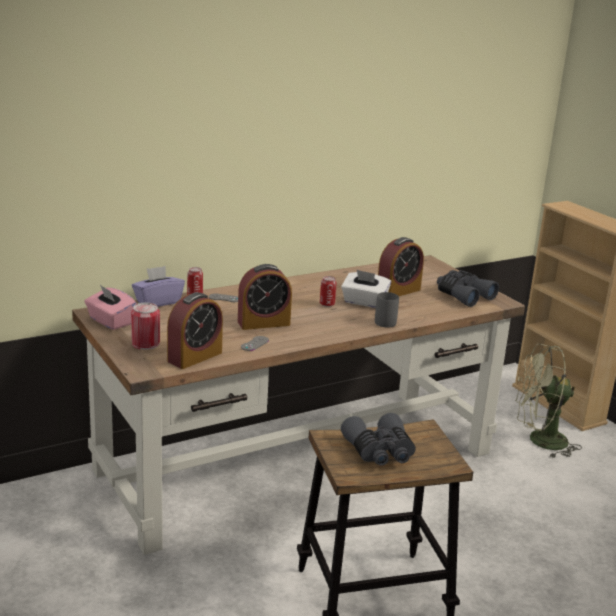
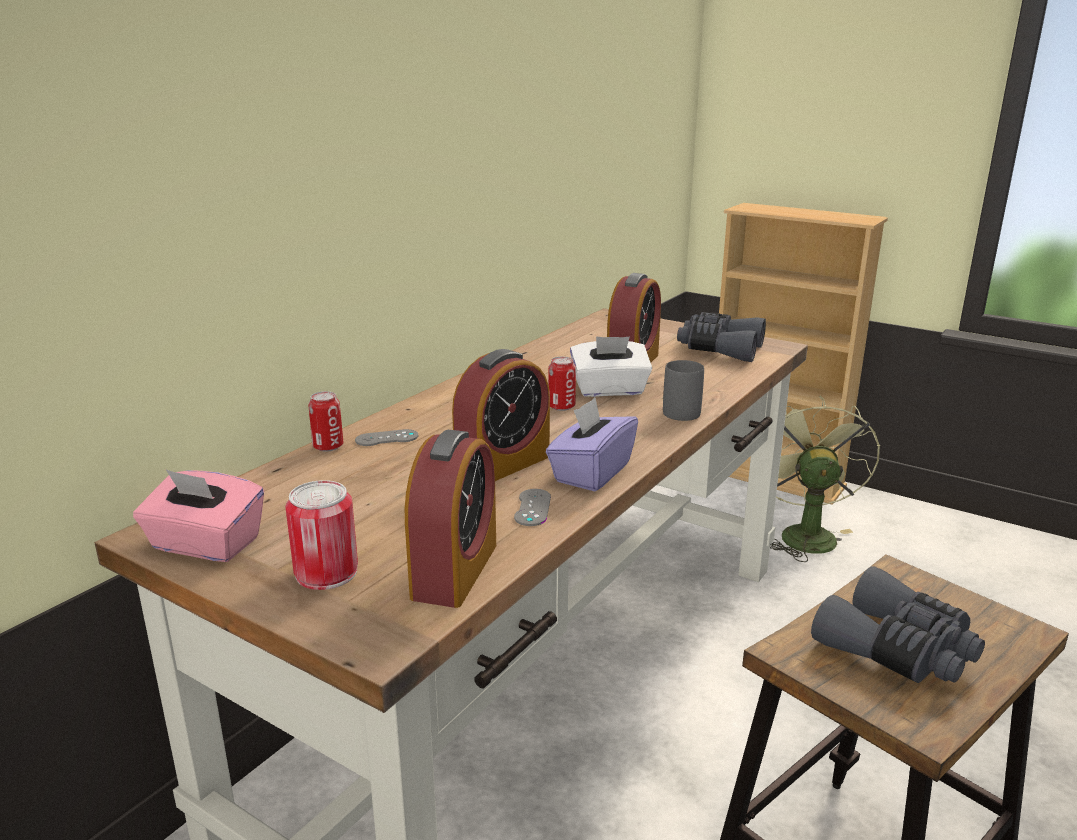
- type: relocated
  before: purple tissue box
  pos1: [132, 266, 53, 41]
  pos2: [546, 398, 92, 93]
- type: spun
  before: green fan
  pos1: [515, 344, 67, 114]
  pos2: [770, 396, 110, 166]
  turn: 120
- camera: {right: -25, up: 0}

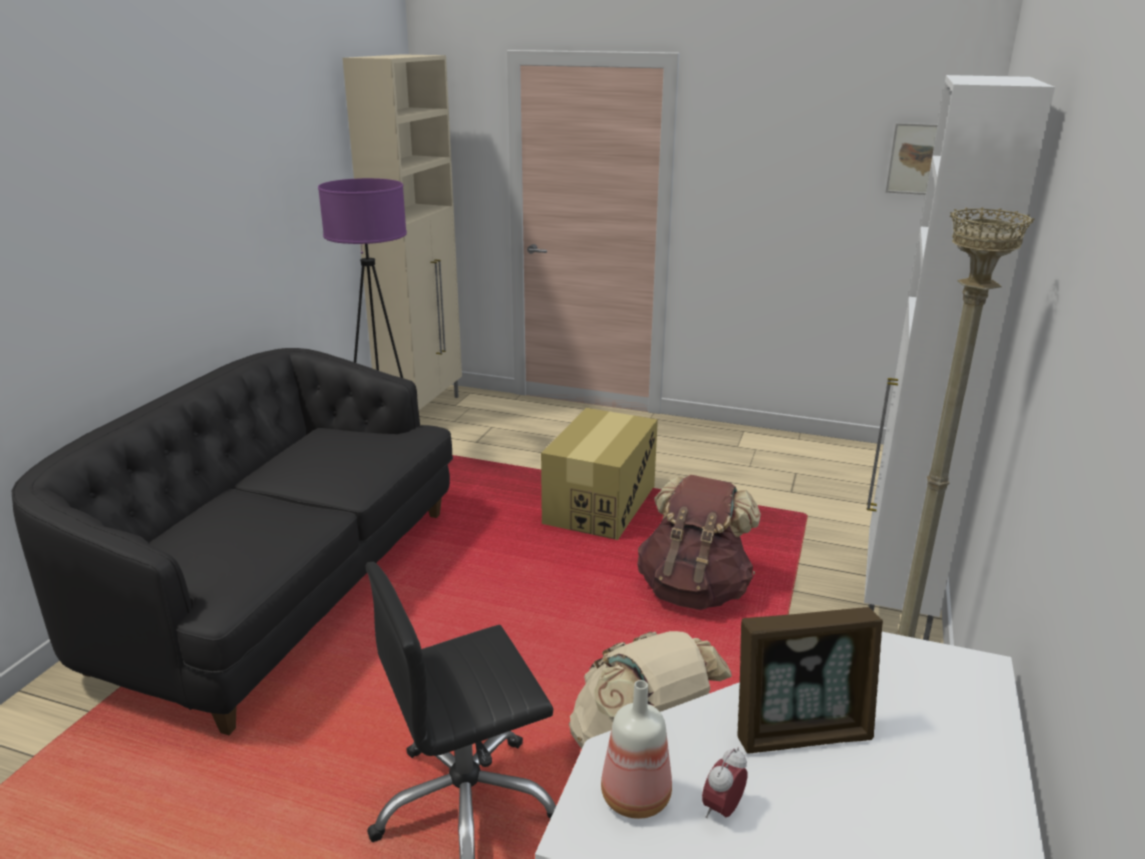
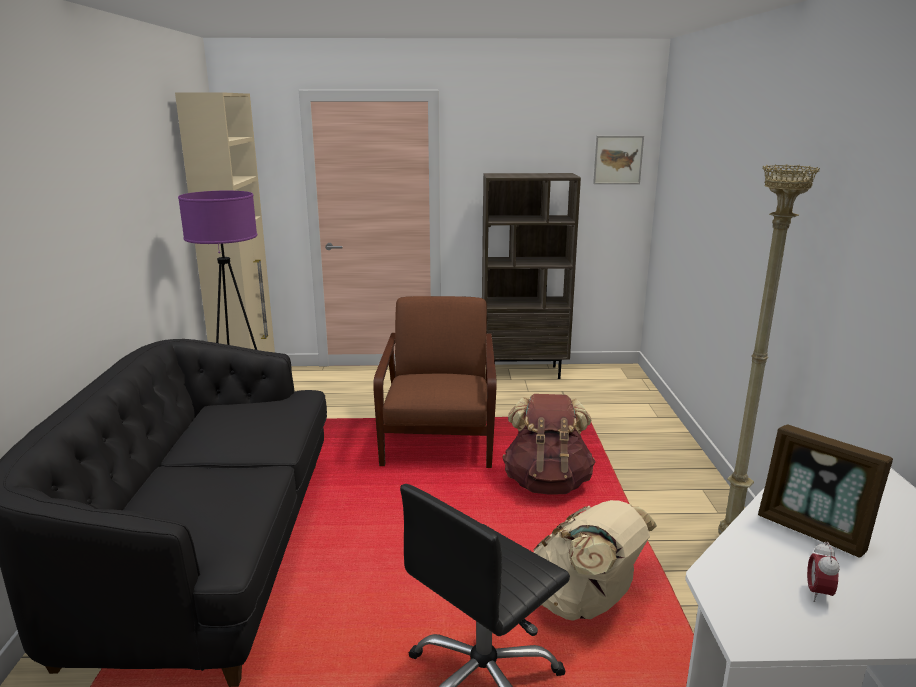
- type: exchanged
  before: cardboard box
  after: brown armchair
  pos1: [541, 408, 117, 132]
  pos2: [373, 296, 123, 172]
- type: appeared
  after: brown bookcase
  pos2: [482, 173, 99, 206]
- type: spun
  before: picture frame
  pos1: [737, 607, 146, 147]
  pos2: [758, 424, 135, 133]
  turn: 75
- type: missing
  before: bottle
  pos1: [601, 680, 71, 139]
- type: missing
  before: white cabinet
  pos1: [864, 75, 191, 566]
- camera: {right: -20, up: -5}

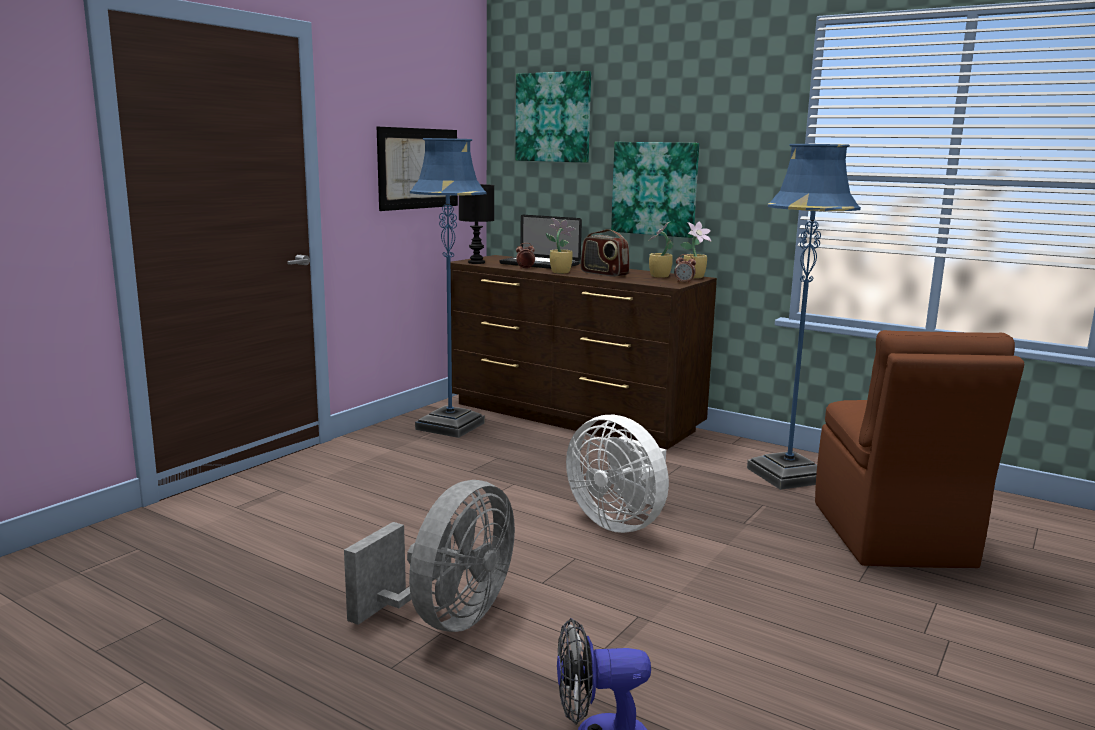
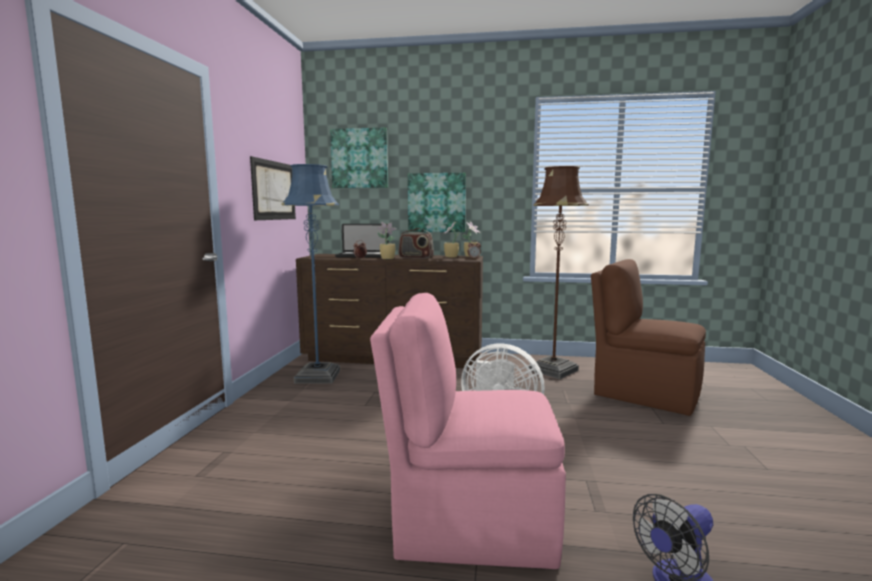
- type: exchanged
  before: grey fan
  after: pink chair
  pos1: [344, 480, 171, 152]
  pos2: [370, 293, 196, 276]
- type: colour
  before: blue floor lamp
  after: brown floor lamp
  pos1: [747, 144, 114, 346]
  pos2: [529, 166, 60, 213]
- type: spun
  before: brown chair
  pos1: [815, 330, 209, 238]
  pos2: [591, 259, 115, 157]
  turn: 150
- type: missing
  before: black table lamp
  pos1: [459, 184, 35, 80]
- camera: {right: -25, up: -5}

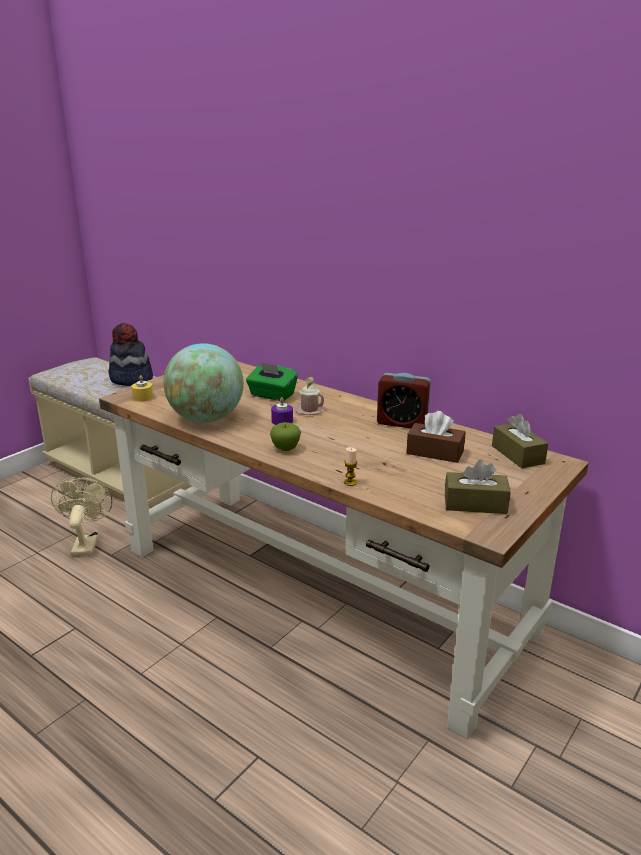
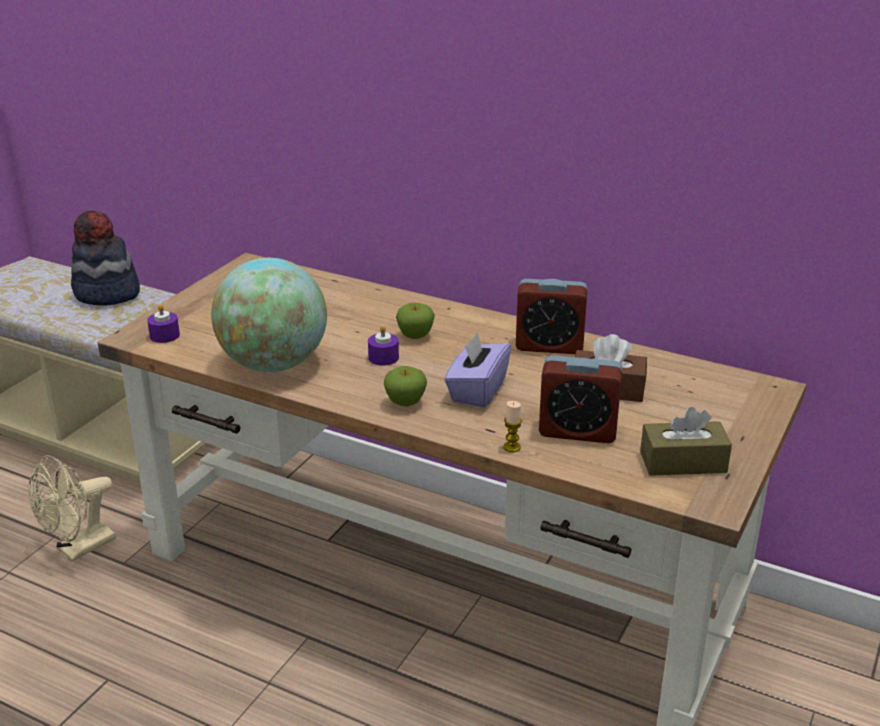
- type: spun
  before: beige fan
  pos1: [51, 477, 61, 79]
  pos2: [28, 455, 88, 107]
  turn: -120
- type: colour
  before: yellow candle
  after: purple candle
  pos1: [131, 375, 22, 27]
  pos2: [147, 304, 33, 39]
- type: exchanged
  before: pink mug
  after: apple
  pos1: [295, 377, 30, 38]
  pos2: [396, 303, 39, 36]
- type: appeared
  after: purple tissue box
  pos2: [444, 332, 67, 76]
- type: appeared
  after: alarm clock
  pos2: [539, 355, 84, 88]
- type: missing
  before: green tissue box
  pos1: [246, 362, 52, 39]
- type: missing
  before: brown tissue box
  pos1: [492, 414, 56, 55]
- camera: {right: -10, up: 5}

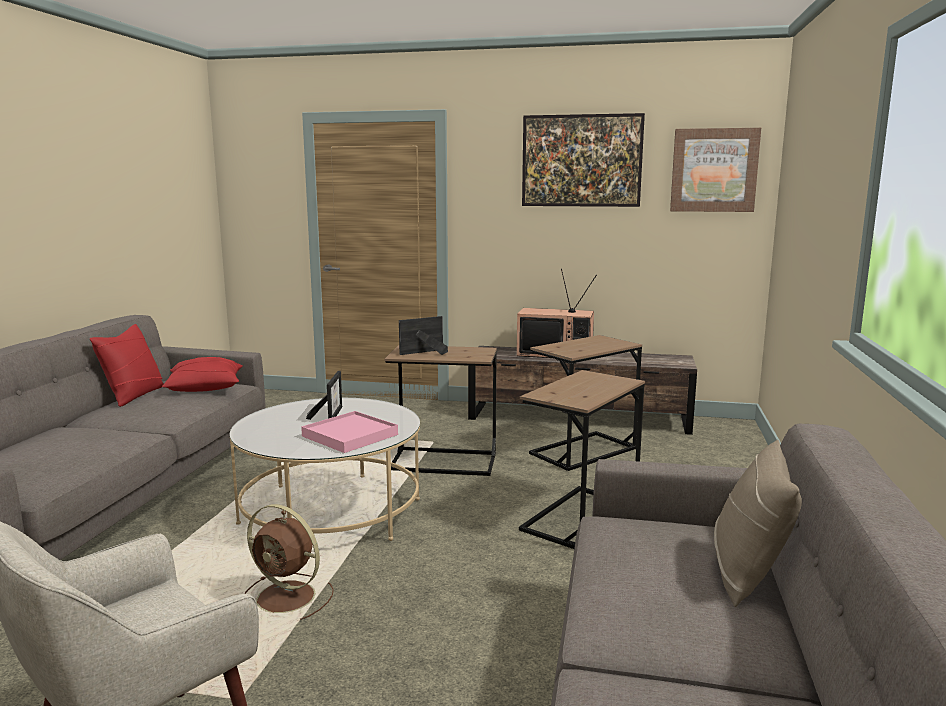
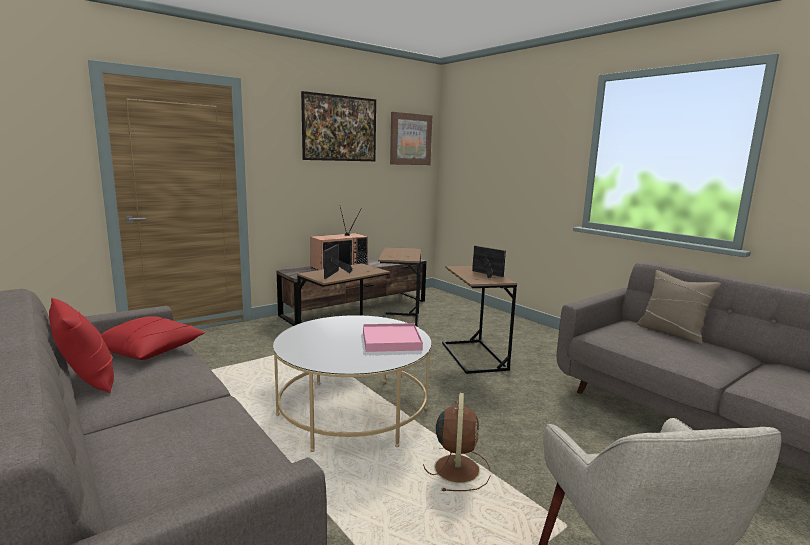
- type: spun
  before: brown fan
  pos1: [244, 504, 90, 116]
  pos2: [423, 393, 67, 98]
  turn: -60
- type: relocated
  before: picture frame
  pos1: [306, 371, 36, 49]
  pos2: [472, 246, 34, 32]
- camera: {right: -50, up: 0}

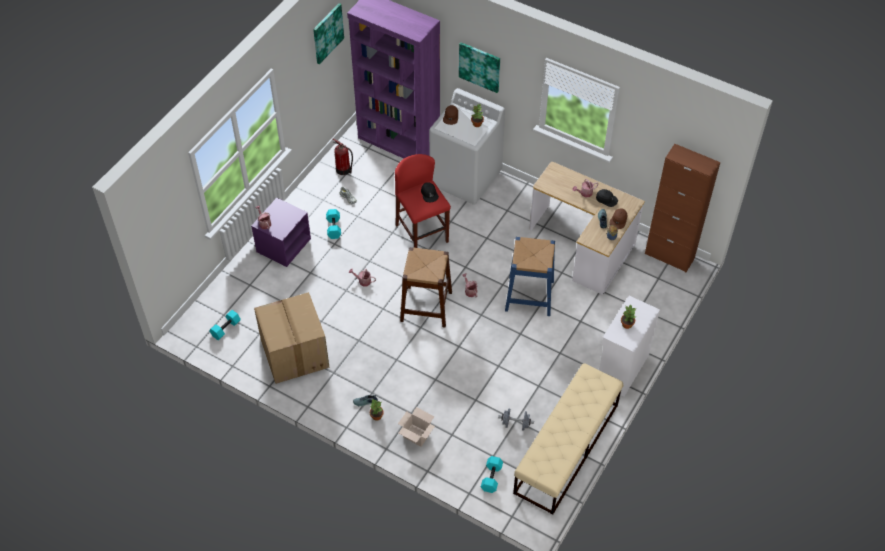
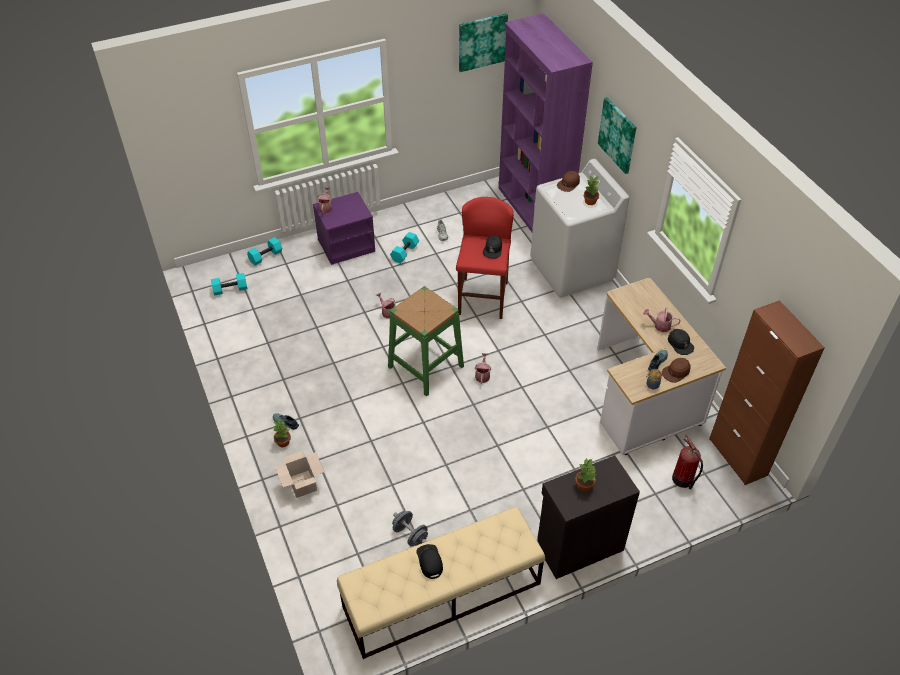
- type: relocated
  before: turquoise dumbbell
  pos1: [481, 456, 22, 37]
  pos2: [247, 237, 35, 29]
- type: colour
  before: brown stool
  after: green stool
  pos1: [400, 247, 52, 80]
  pos2: [388, 286, 76, 110]
- type: appeared
  after: black cap
  pos2: [416, 544, 27, 35]
- type: colour
  before: white cabinet
  after: black cabinet
  pos1: [599, 296, 61, 100]
  pos2: [537, 455, 103, 124]
- type: relocated
  before: fire extinguisher
  pos1: [332, 138, 21, 37]
  pos2: [672, 435, 31, 54]
- type: missing
  before: cardboard box
  pos1: [254, 292, 76, 92]
- type: missing
  before: blue stool
  pos1: [505, 237, 50, 79]
- camera: {right: 35, up: -5}

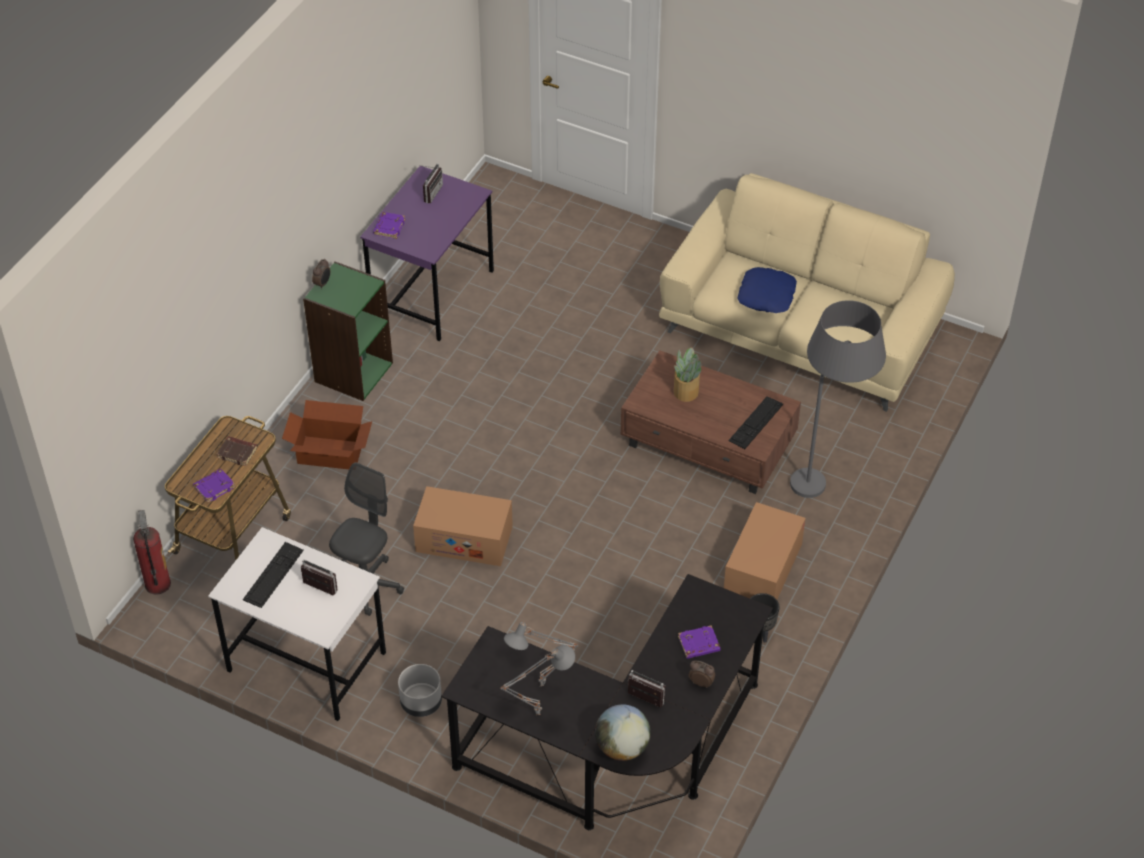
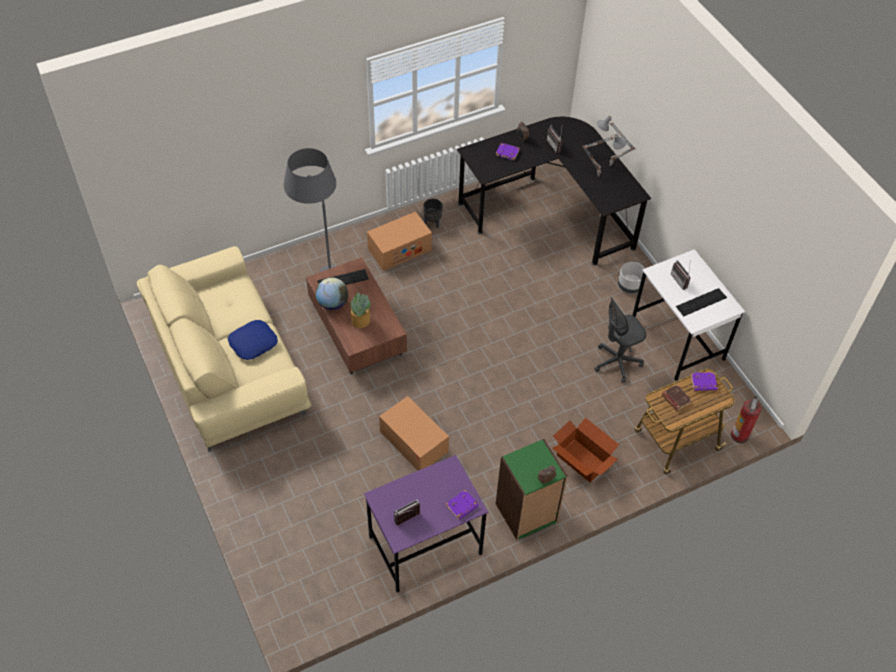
- type: relocated
  before: globe
  pos1: [595, 704, 56, 57]
  pos2: [316, 278, 32, 32]
- type: relocated
  before: cardboard box
  pos1: [413, 486, 100, 80]
  pos2: [379, 396, 70, 74]
- camera: {right: -145, up: 5}

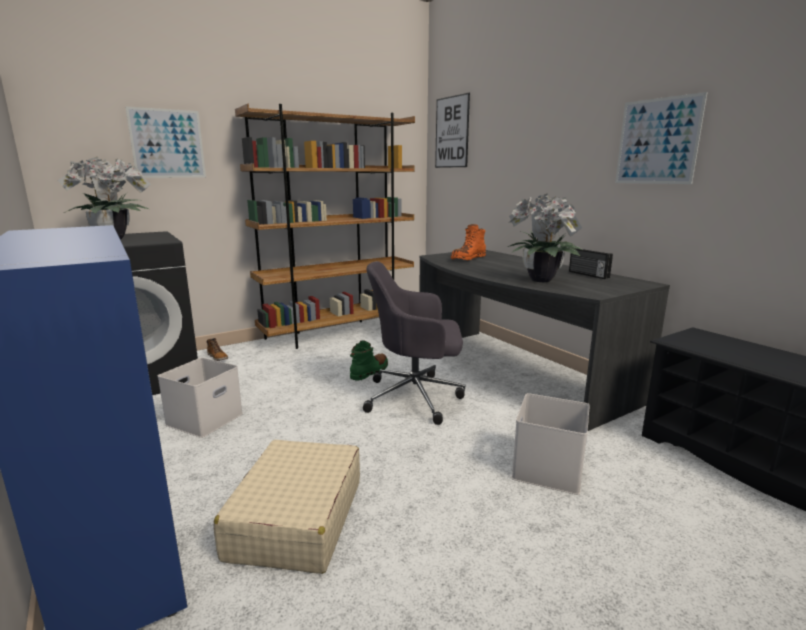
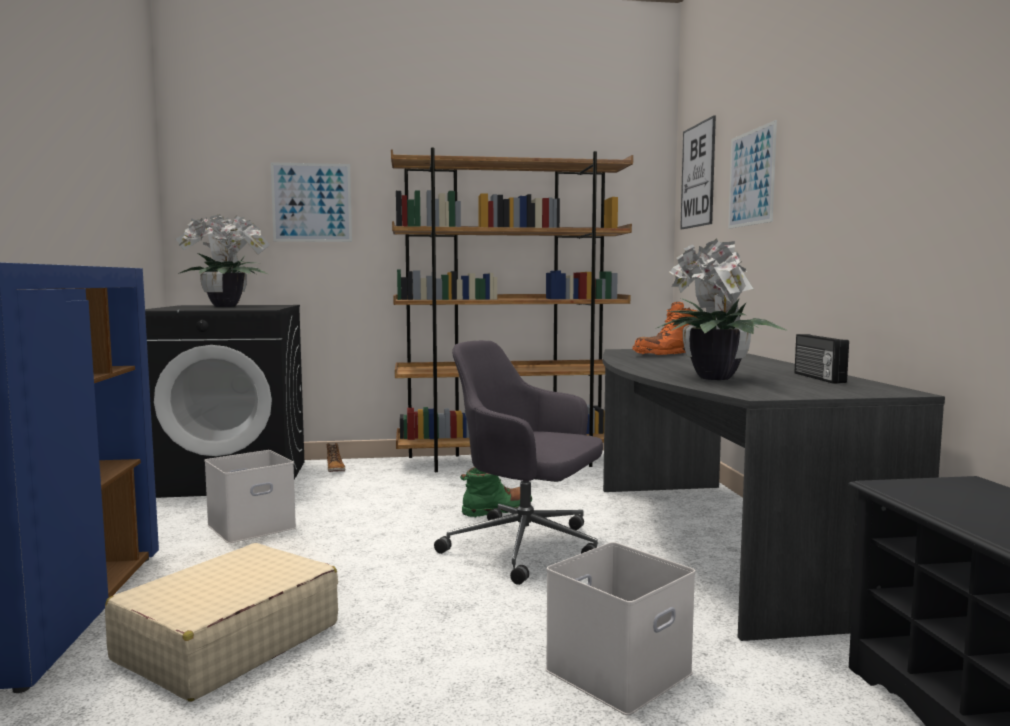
- type: relocated
  before: picture
  pos1: [615, 92, 93, 92]
  pos2: [728, 120, 49, 109]
- camera: {right: 25, up: -10}

